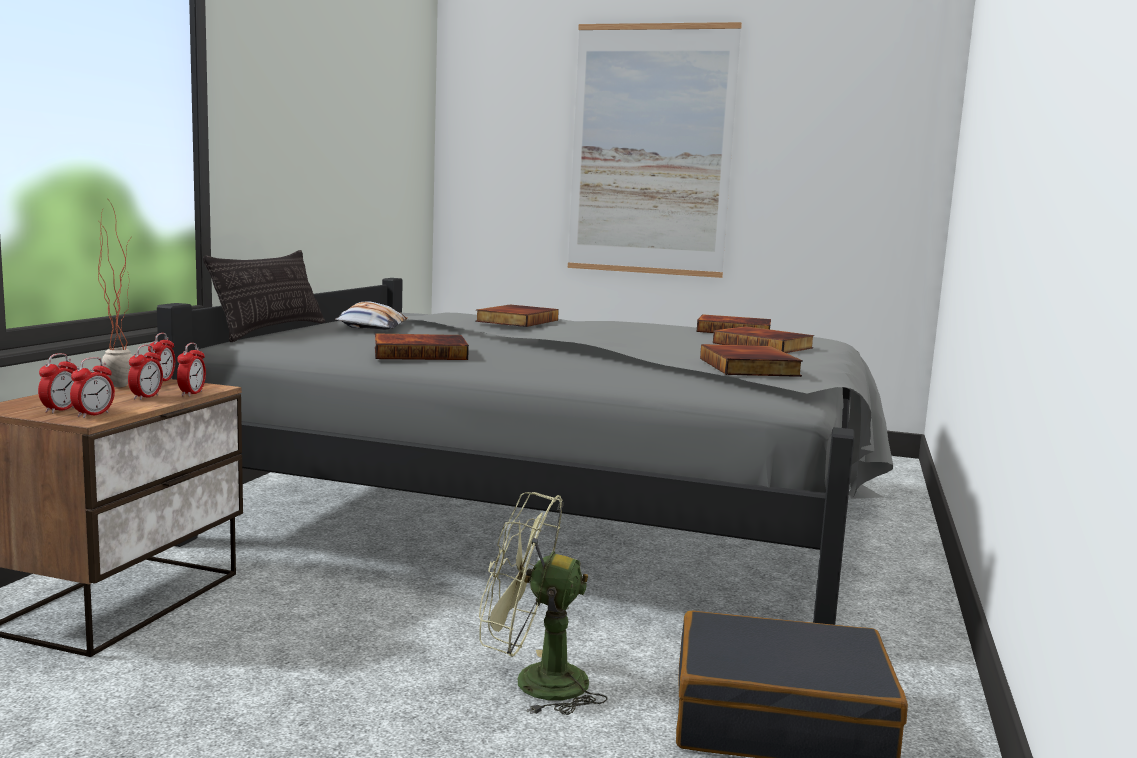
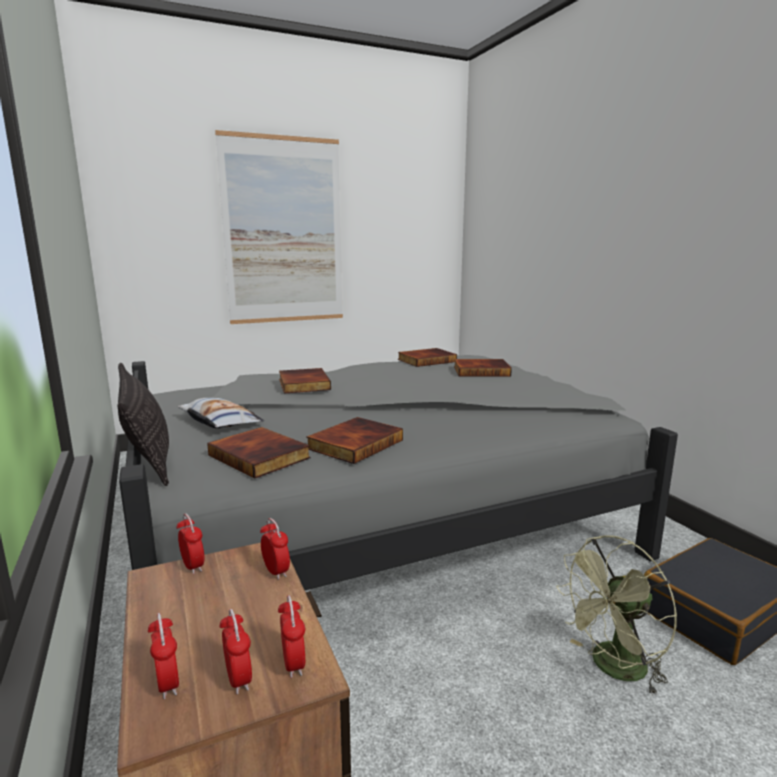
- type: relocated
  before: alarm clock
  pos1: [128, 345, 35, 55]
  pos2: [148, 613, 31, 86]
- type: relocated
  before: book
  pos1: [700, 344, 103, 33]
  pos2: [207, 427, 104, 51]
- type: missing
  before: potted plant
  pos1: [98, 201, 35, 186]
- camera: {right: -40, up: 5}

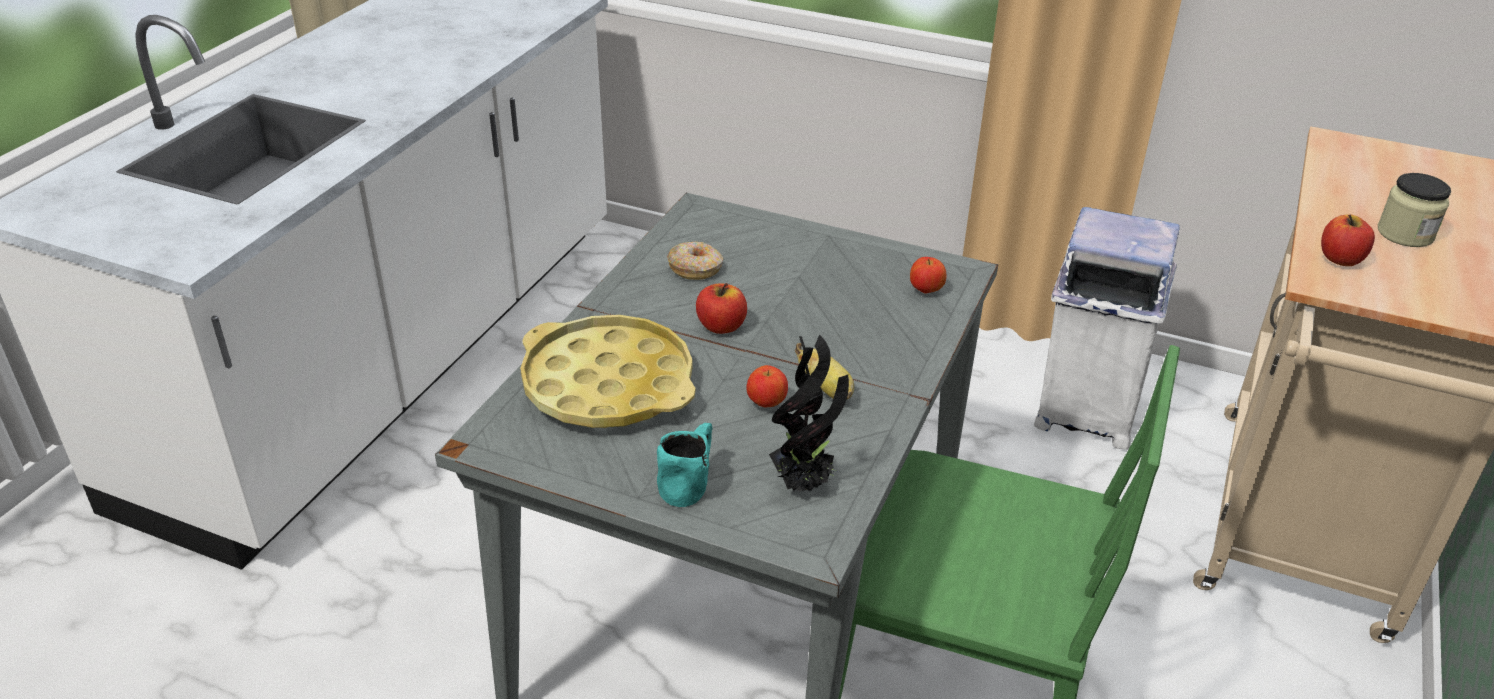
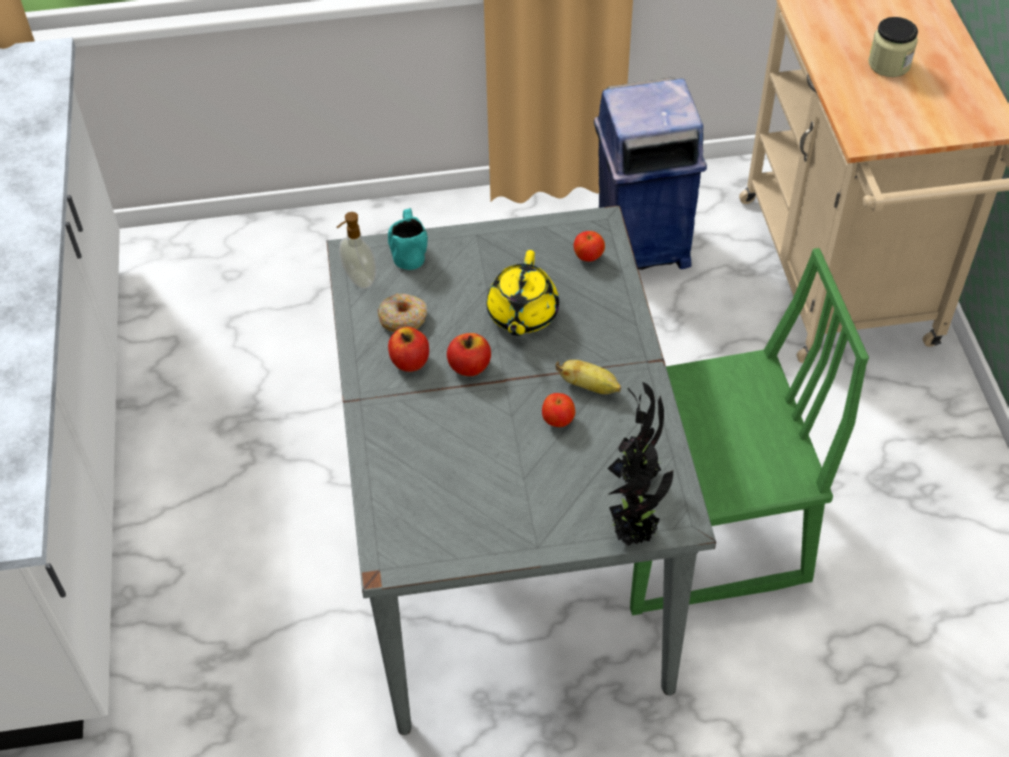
- type: appeared
  after: soap dispenser
  pos2: [337, 212, 39, 77]
- type: relocated
  before: turquoise mug
  pos1: [657, 423, 55, 84]
  pos2: [388, 208, 40, 62]
- type: relocated
  before: apple
  pos1: [1321, 214, 54, 52]
  pos2: [388, 327, 41, 45]
- type: appeared
  after: yellow teapot
  pos2: [486, 250, 73, 86]
- type: colour
  before: white trash can
  after: blue trash can
  pos1: [1034, 207, 146, 243]
  pos2: [594, 77, 113, 193]
- type: appeared
  after: potted plant
  pos2: [608, 440, 65, 106]
- type: missing
  before: yellow tray
  pos1: [520, 315, 175, 113]
- camera: {right: -30, up: 15}

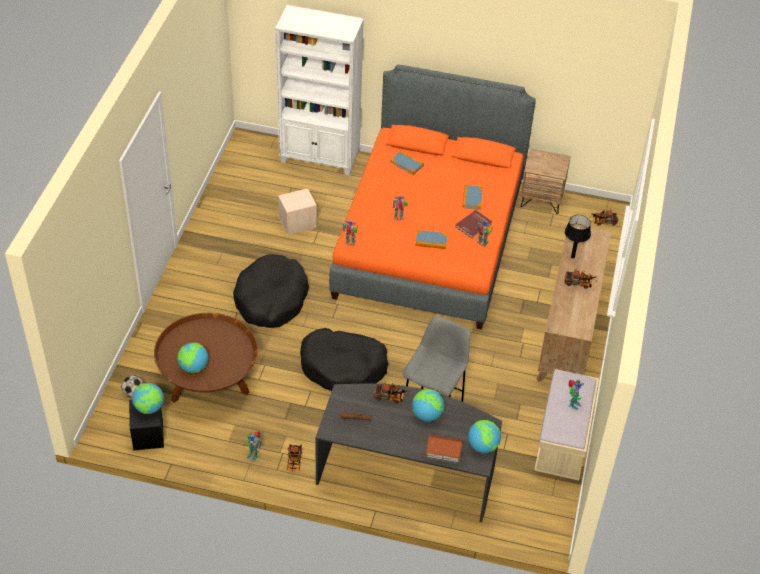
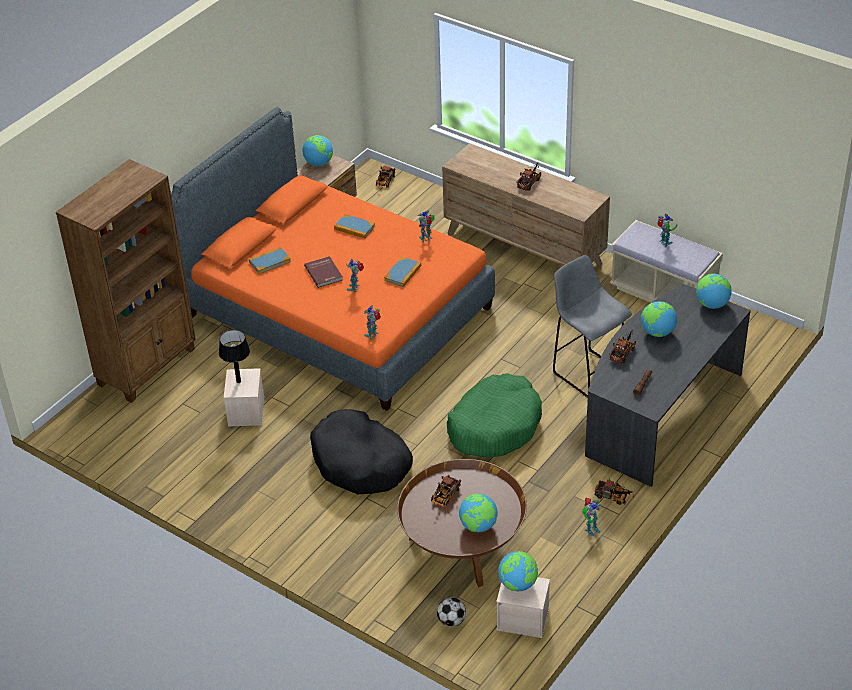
- type: colour
  before: white bookcase
  after: brown bookcase
  pos1: [275, 5, 89, 171]
  pos2: [56, 159, 140, 244]
- type: relocated
  before: black table lamp
  pos1: [565, 215, 26, 44]
  pos2: [219, 330, 31, 53]
- type: appeared
  after: globe
  pos2: [303, 135, 30, 31]
- type: relocated
  before: red book
  pos1: [455, 210, 37, 28]
  pos2: [304, 256, 39, 32]
- type: appeared
  after: toy truck
  pos2: [431, 475, 30, 32]
- type: colour
  before: black dog bed
  after: green dog bed
  pos1: [300, 328, 89, 63]
  pos2: [447, 373, 95, 84]
- type: colour
  before: black storage box
  after: beige storage box
  pos1: [129, 400, 35, 51]
  pos2: [496, 577, 54, 61]
- type: missing
  before: toy house
  pos1: [426, 434, 37, 30]
- camera: {right: -65, up: -5}

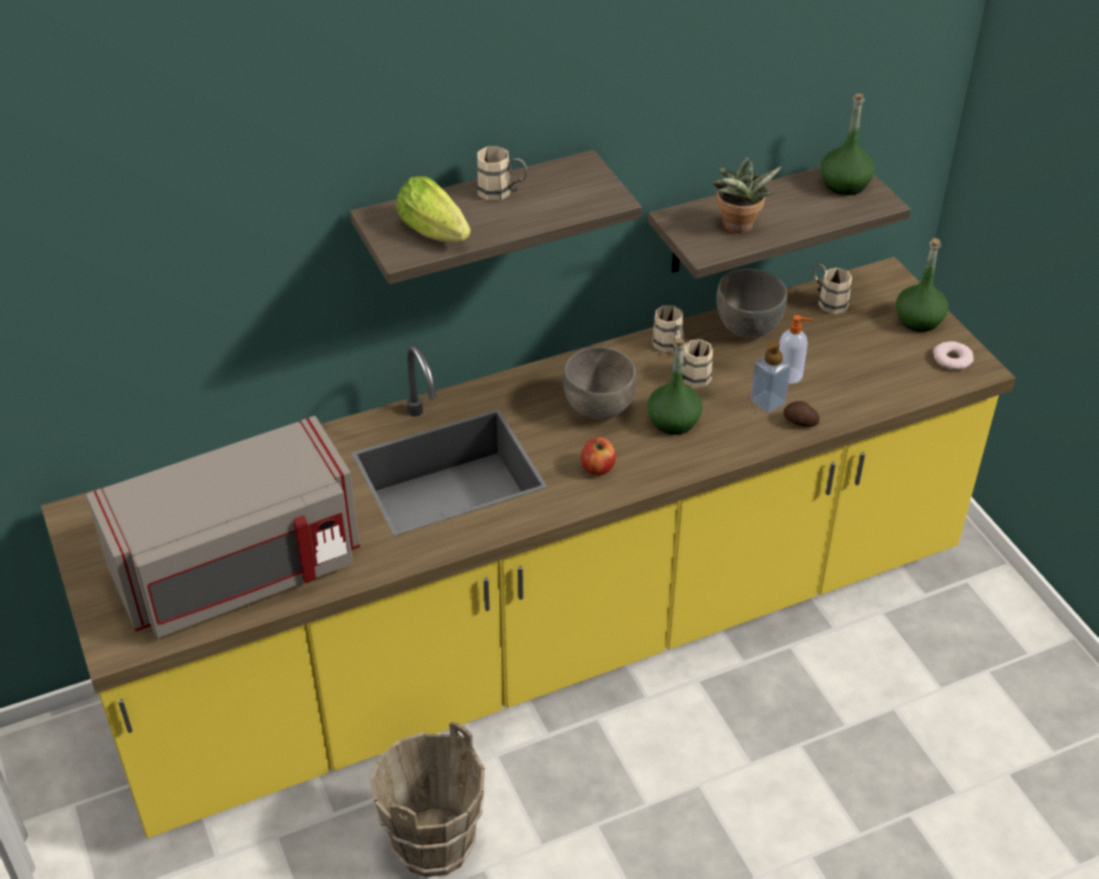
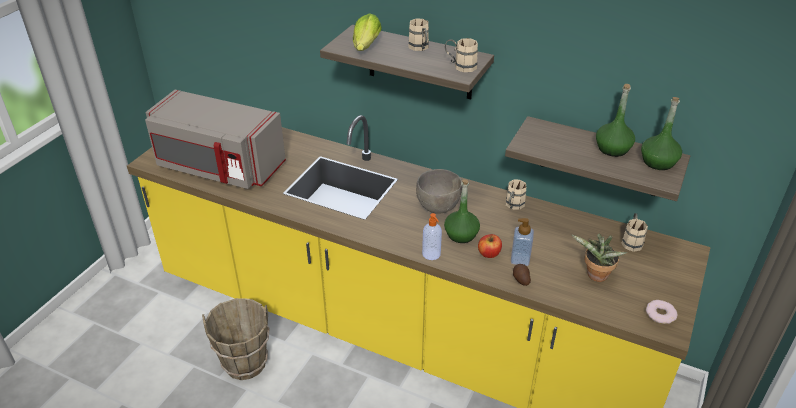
- type: relocated
  before: soap dispenser
  pos1: [779, 315, 35, 69]
  pos2: [422, 213, 20, 47]
- type: relocated
  before: beige mug
  pos1: [671, 339, 42, 49]
  pos2: [445, 38, 33, 34]
- type: relocated
  before: apple
  pos1: [581, 437, 35, 39]
  pos2: [478, 234, 24, 24]
- type: relocated
  before: potted plant
  pos1: [713, 157, 69, 77]
  pos2: [571, 233, 56, 49]
- type: relocated
  before: green bottle
  pos1: [896, 238, 52, 94]
  pos2: [596, 84, 39, 73]
- type: missing
  before: grey bowl
  pos1: [716, 269, 71, 69]
- camera: {right: 50, up: -5}

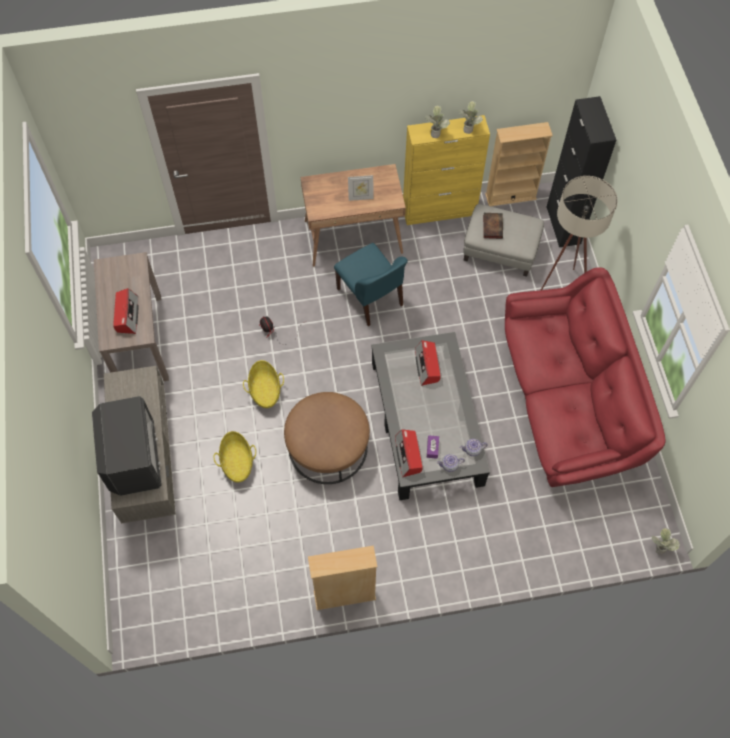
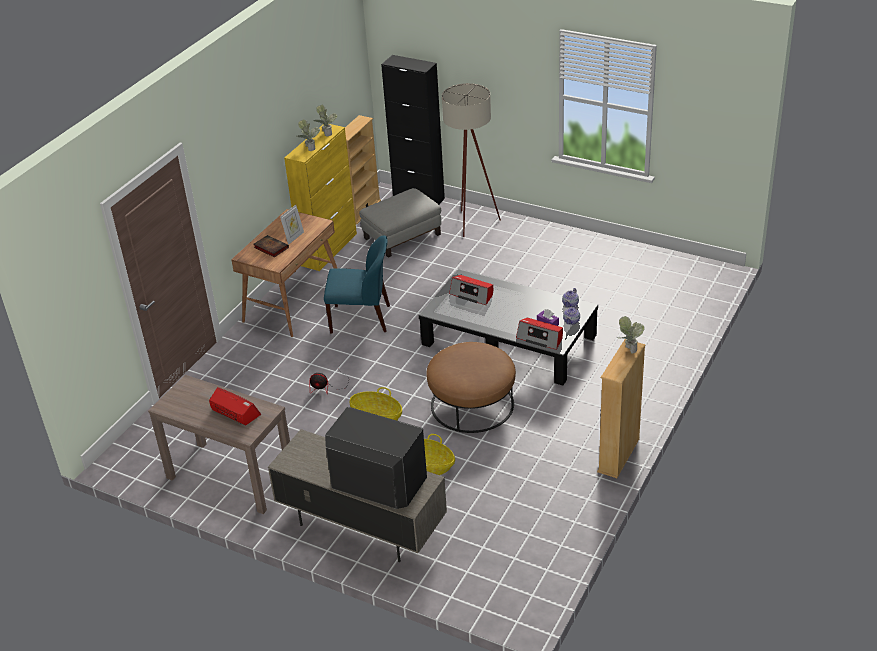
- type: relocated
  before: book
  pos1: [483, 213, 20, 26]
  pos2: [253, 235, 36, 22]
- type: relocated
  before: potted plant
  pos1: [651, 528, 29, 27]
  pos2: [618, 316, 27, 37]
- type: missing
  before: red sofa
  pos1: [505, 267, 161, 220]
- camera: {right: -50, up: -25}

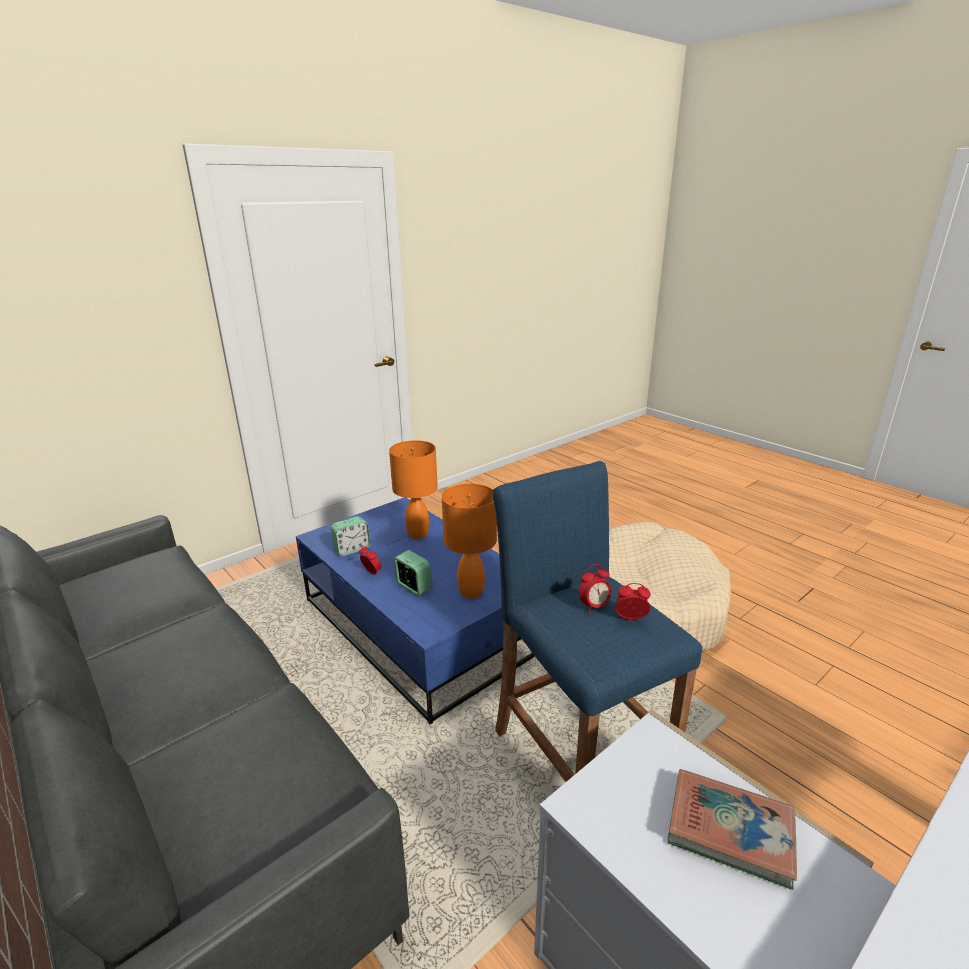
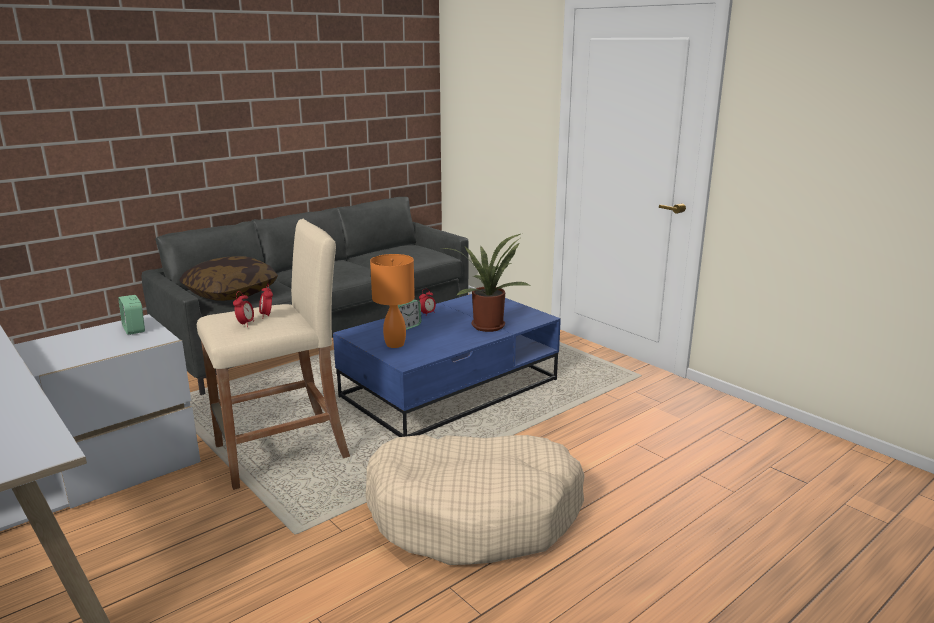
- type: relocated
  before: alarm clock
  pos1: [331, 516, 39, 40]
  pos2: [118, 295, 27, 40]
- type: appeared
  after: pillow
  pos2: [179, 256, 99, 45]
- type: colour
  before: blue stool
  after: beige stool
  pos1: [493, 461, 210, 321]
  pos2: [197, 219, 153, 271]
- type: exchanged
  before: orange table lamp
  after: potted plant
  pos1: [389, 440, 49, 99]
  pos2: [443, 234, 89, 98]
- type: missing
  before: book
  pos1: [667, 769, 130, 121]
- camera: {right: 90, up: -5}

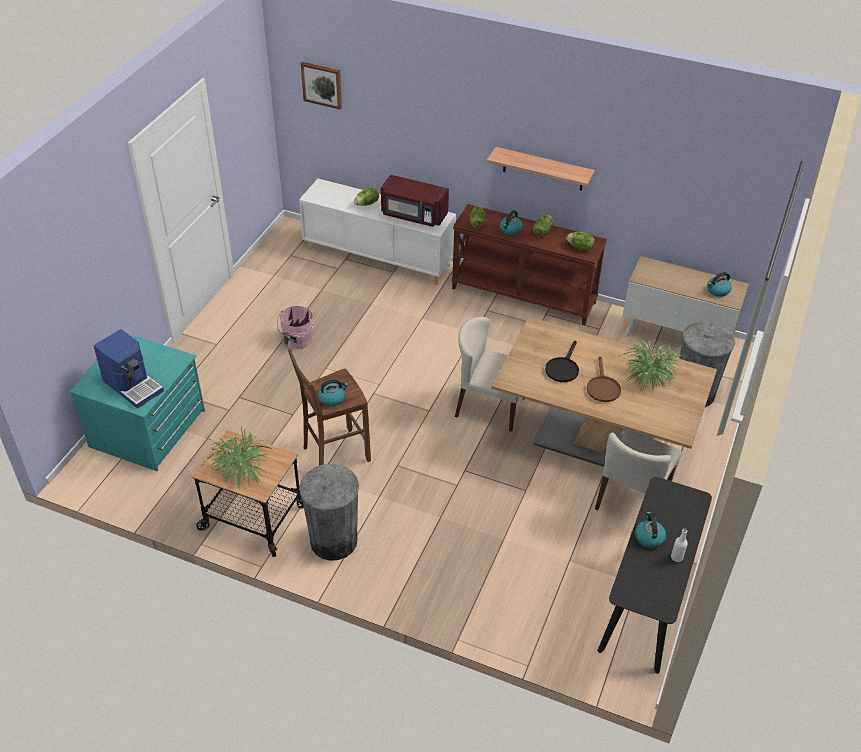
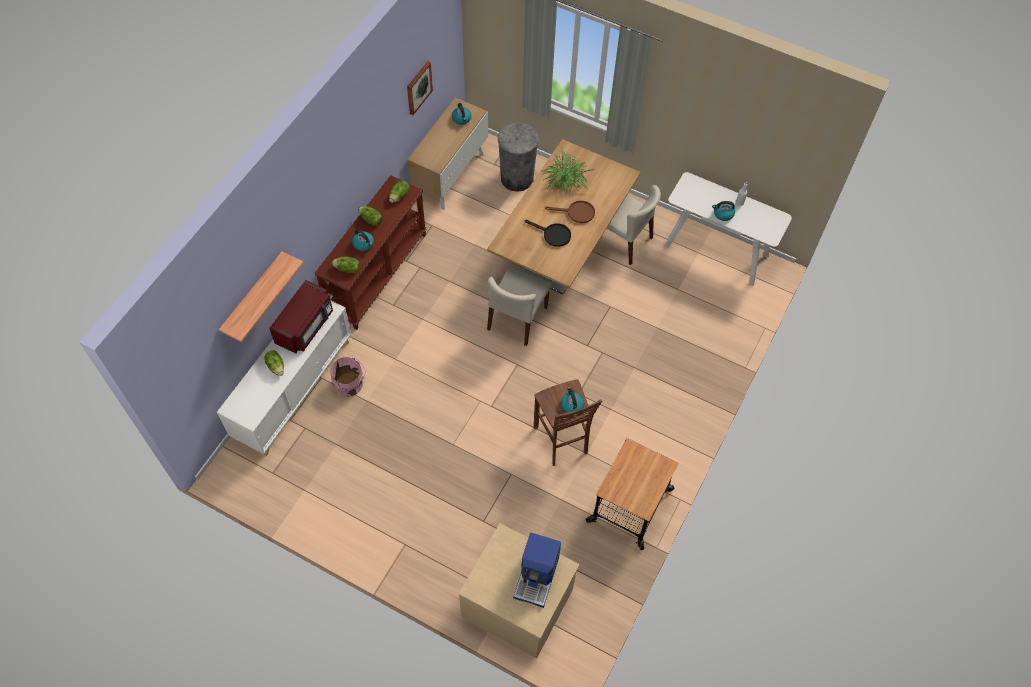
- type: relocated
  before: shelf
  pos1: [487, 147, 108, 44]
  pos2: [219, 251, 85, 91]
- type: relocated
  before: pink bucket
  pos1: [277, 306, 37, 43]
  pos2: [330, 357, 36, 39]
- type: relocated
  before: picture
  pos1: [301, 62, 41, 47]
  pos2: [407, 61, 26, 54]
- type: colour
  before: turquoise dresser
  after: beige dresser
  pos1: [70, 334, 135, 137]
  pos2: [459, 523, 120, 135]
- type: spun
  before: coffee machine
  pos1: [94, 329, 70, 80]
  pos2: [513, 533, 48, 75]
  turn: 150
- type: colour
  before: black console table
  after: white console table
  pos1: [597, 477, 115, 197]
  pos2: [664, 172, 128, 114]
- type: missing
  before: potted plant
  pos1: [203, 427, 69, 62]
- type: missing
  before: grey trash can
  pos1: [299, 464, 60, 97]
- camera: {right: -85, up: 15}

